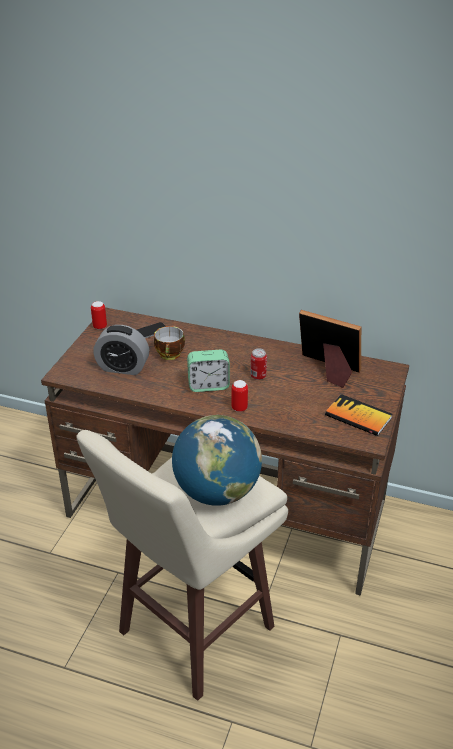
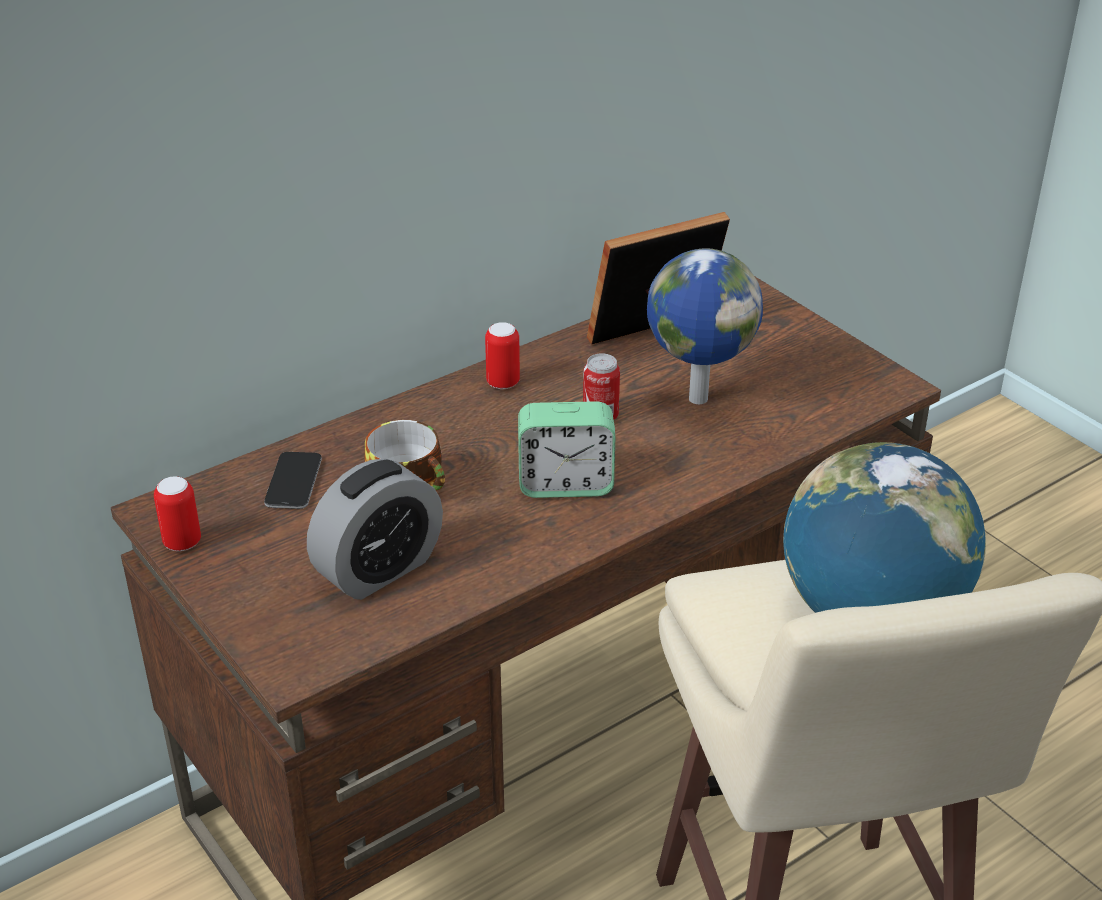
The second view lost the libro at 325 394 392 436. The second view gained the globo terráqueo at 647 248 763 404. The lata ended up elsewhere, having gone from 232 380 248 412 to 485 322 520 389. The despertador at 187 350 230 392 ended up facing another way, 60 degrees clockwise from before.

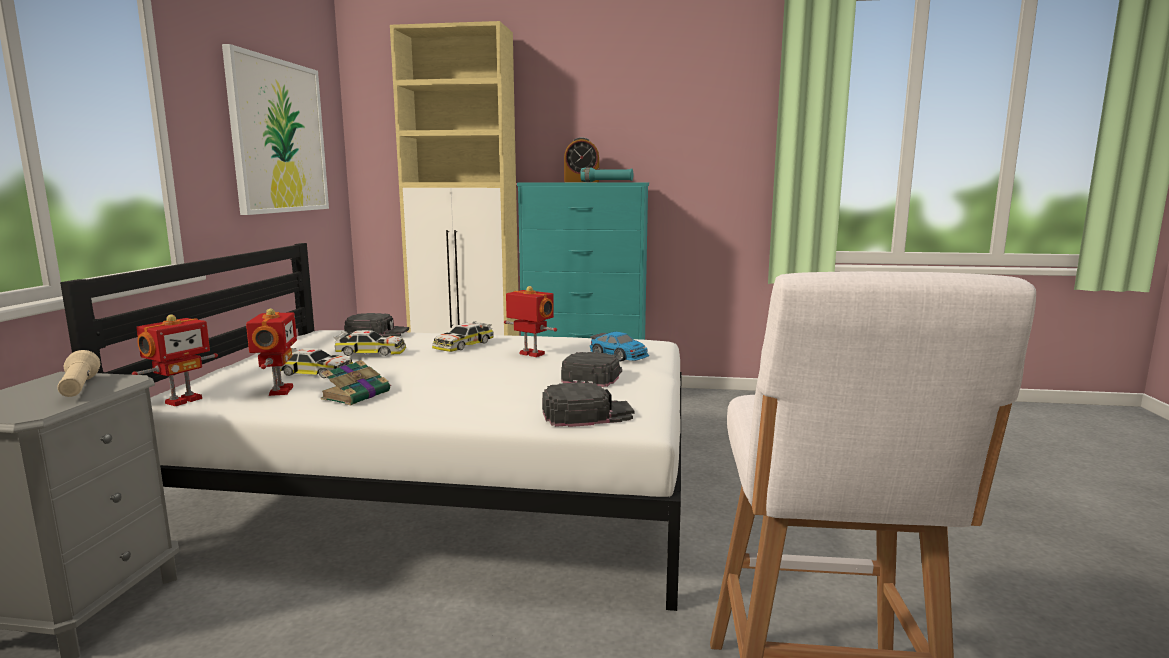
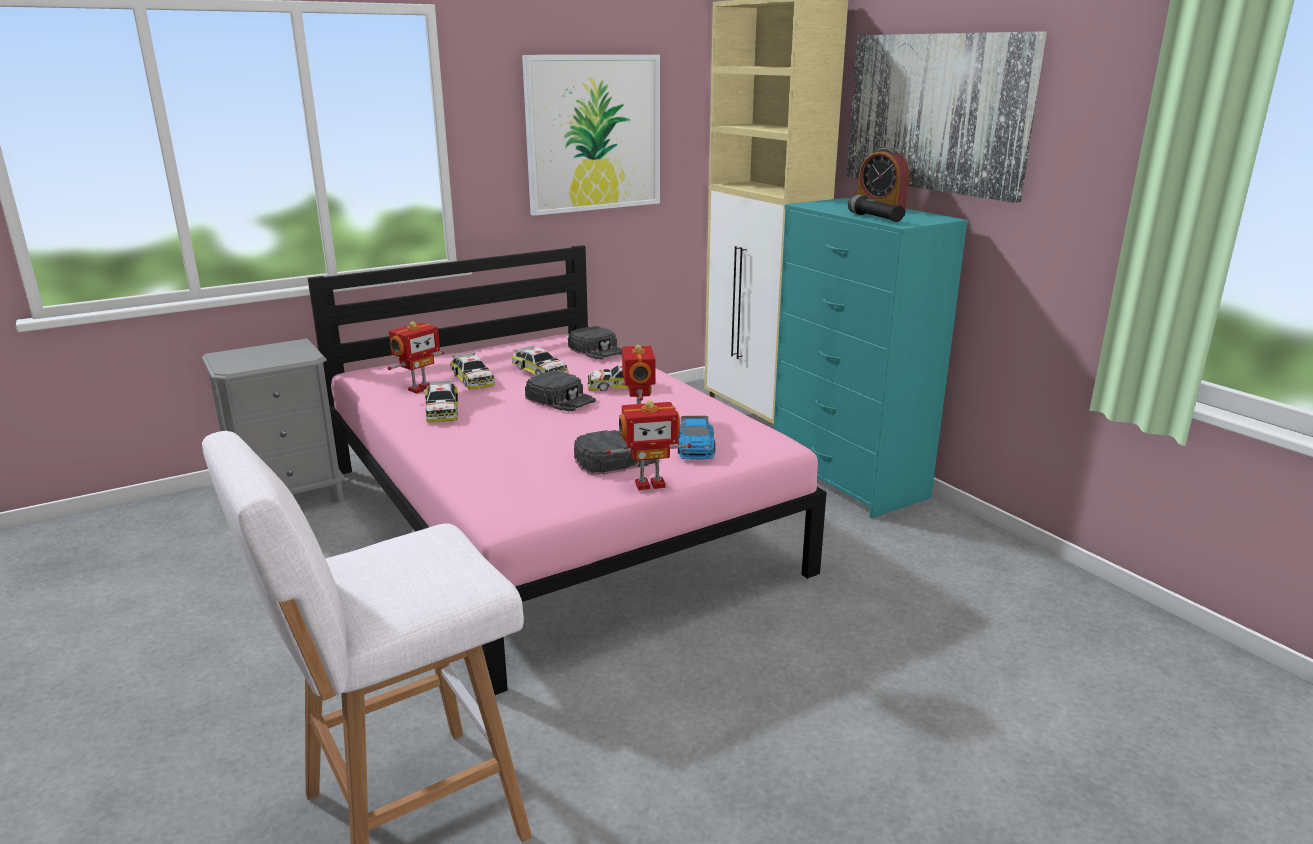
The second view lost the linterna (beis) at 57 350 100 397. The second view gained the cuadro at 847 31 1047 203. The robot de juguete ended up elsewhere, having gone from 132 314 218 406 to 607 400 692 490. The gorra (negro) ended up elsewhere, having gone from 542 382 634 427 to 525 371 596 412. Where the libro stood at 321 360 391 405, the coche de juguete came to stand at 425 380 458 422. What was the cama (blanco) at 60 243 681 611 turned into the cama (rosa) at 308 245 827 695. What was the linterna (turquesa) at 580 167 633 182 turned into the linterna (negro) at 848 195 905 222.

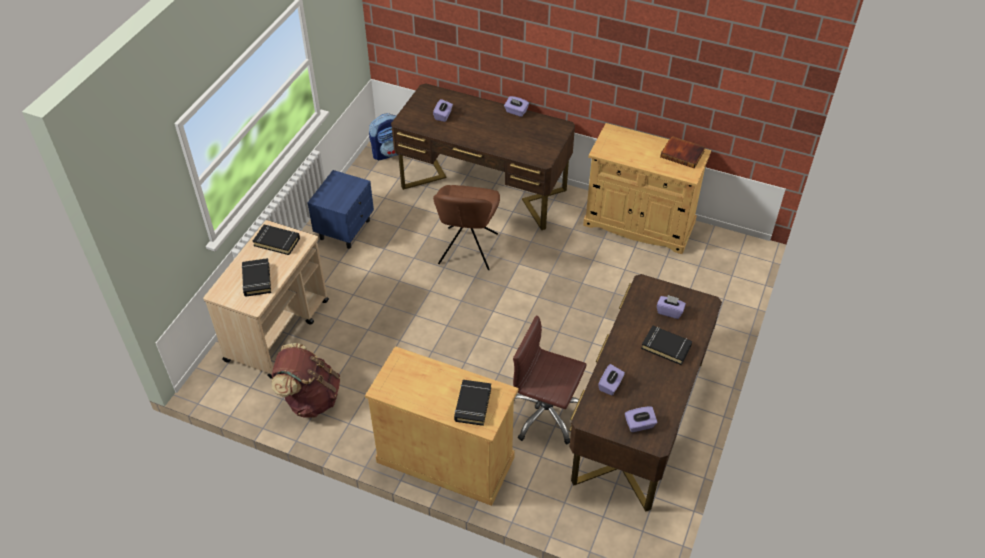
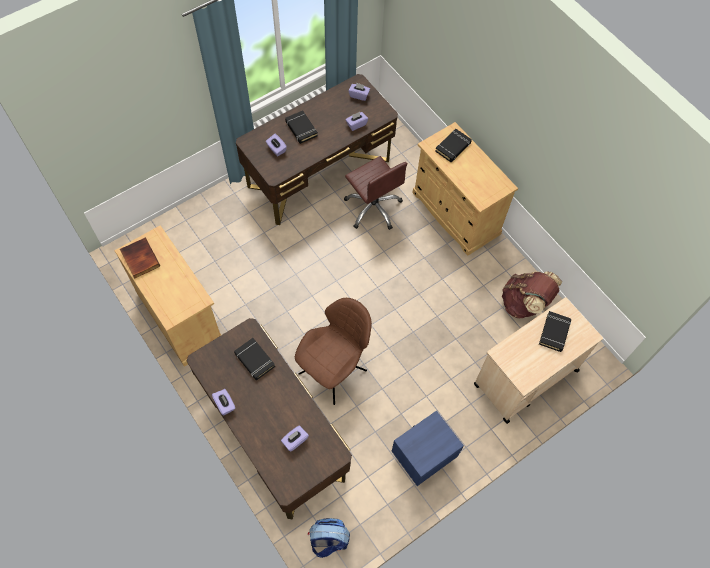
The libro (negro) ended up elsewhere, having gone from 253 225 300 255 to 234 338 275 380.

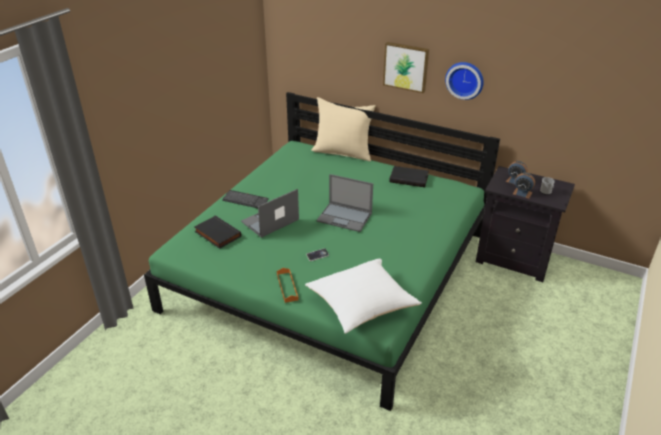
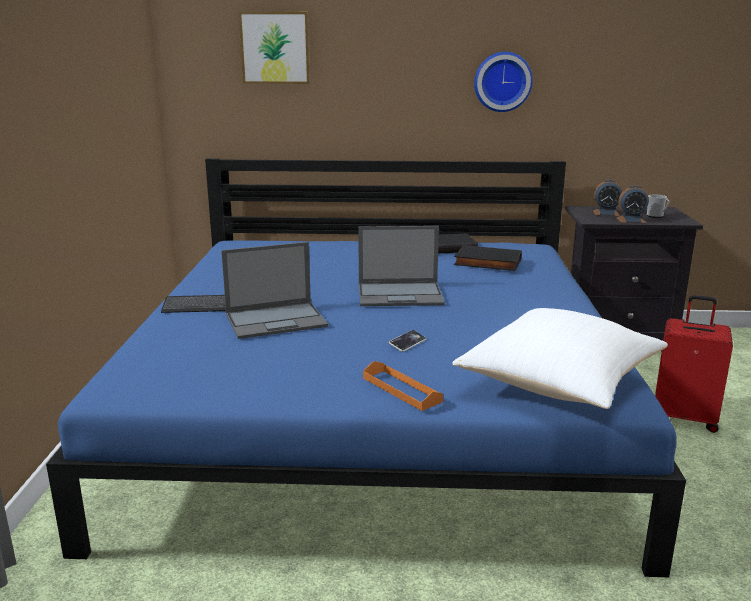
The second view lost the cojín (beis) at 311 97 376 161. The second view gained the maleta (rojo) at 655 295 733 433. The libro (negro) ended up elsewhere, having gone from 194 216 241 249 to 454 245 522 271. The cuadro ended up elsewhere, having gone from 383 42 429 93 to 239 12 311 84. What was the cama (verde) at 144 92 500 411 turned into the cama (azul) at 46 159 686 577. The portátil at 241 189 299 238 ended up facing another way, 135 degrees counterclockwise from before.

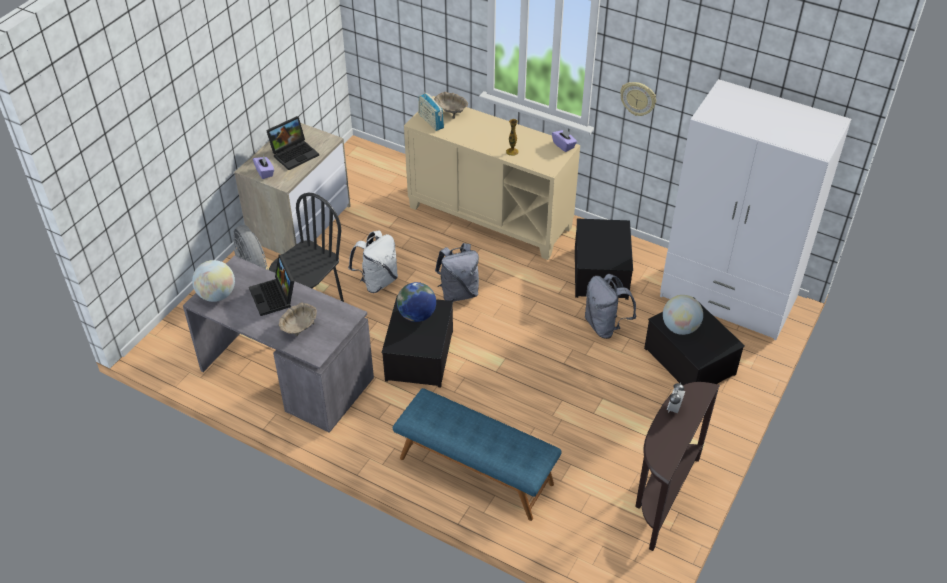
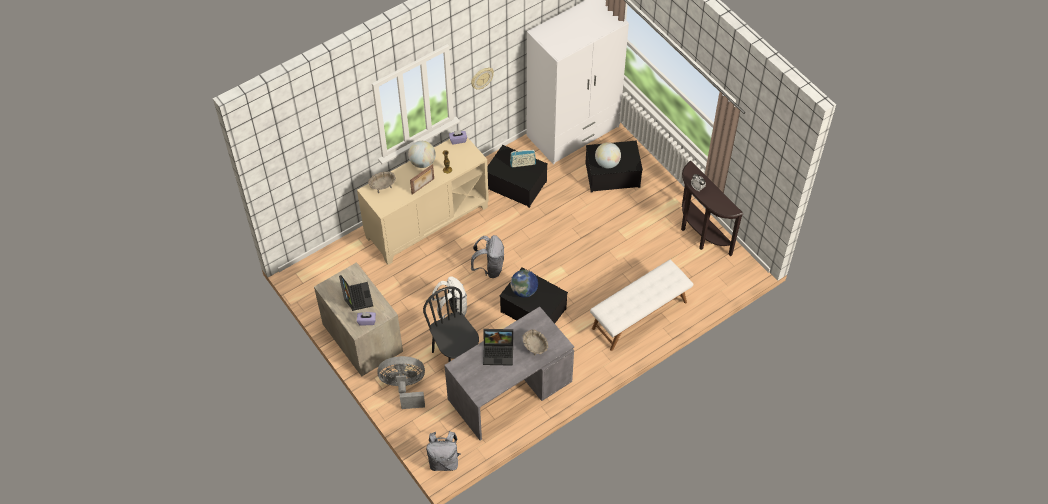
The second view gained the portarretratos at 410 164 434 194. The globo terráqueo ended up elsewhere, having gone from 192 260 235 302 to 408 141 436 168. The radio ended up elsewhere, having gone from 418 92 444 131 to 510 150 536 167. The mochila (gris) ended up elsewhere, having gone from 585 274 637 339 to 426 431 460 471. What was the banco (azul) at 393 388 561 521 turned into the banco (blanco) at 590 260 693 351.

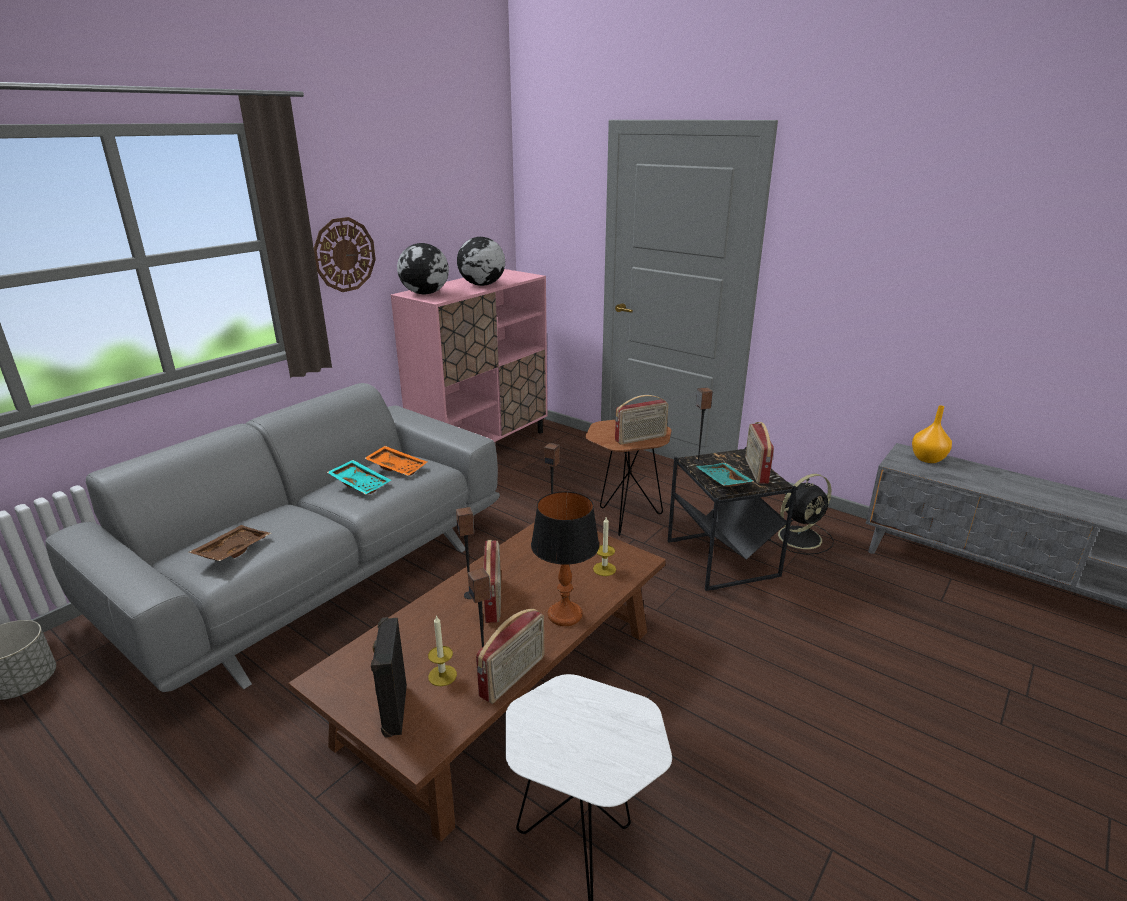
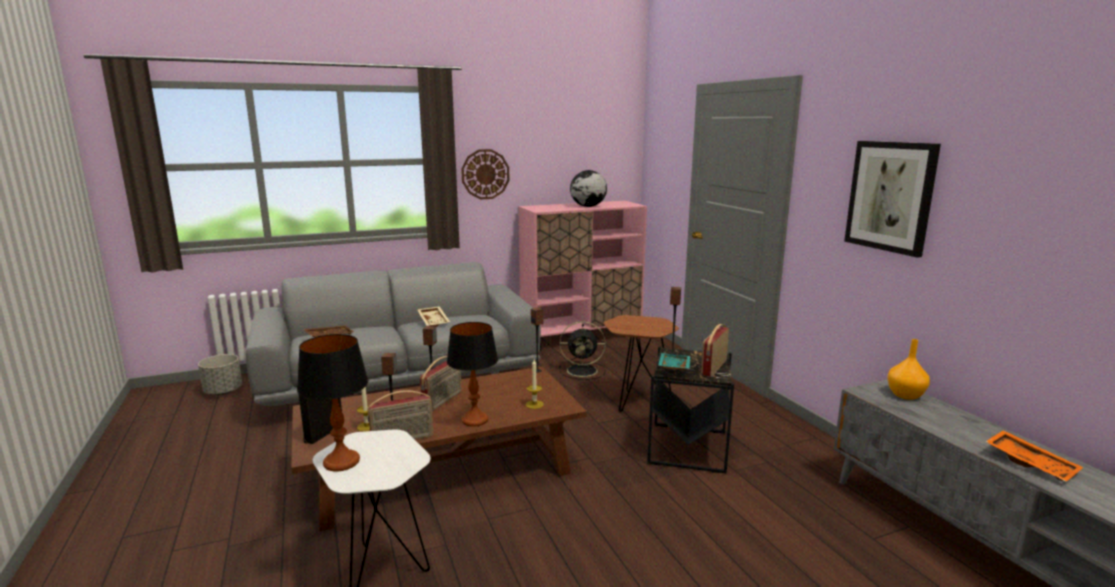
The second view lost the globo terráqueo at 397 243 449 294. The second view lost the radio at 615 395 668 445. The second view gained the lámpara de mesa at 297 334 368 472. The second view gained the cuadro at 844 141 941 258. The bandeja (naranja) ended up elsewhere, having gone from 364 446 427 476 to 985 430 1083 482. The ventilador (negro) ended up elsewhere, having gone from 768 474 834 555 to 559 321 606 380. What was the bandeja (turquesa) at 327 460 391 495 turned into the bandeja (beis) at 417 306 450 327.

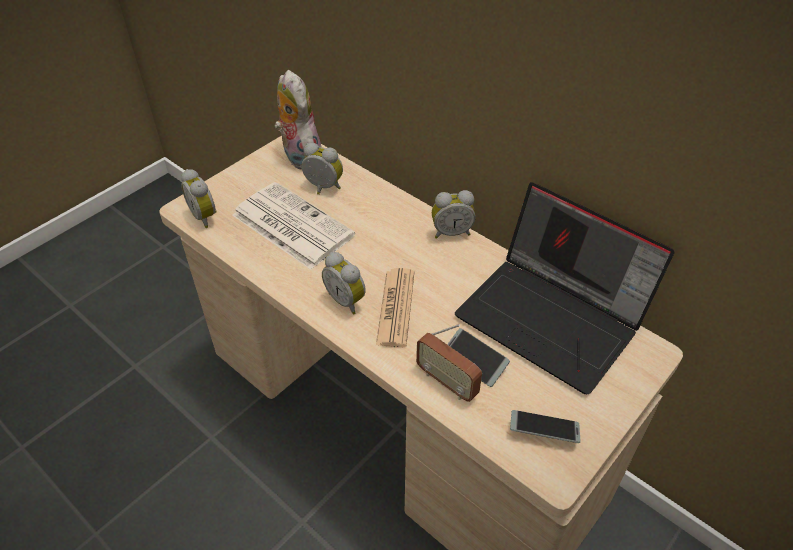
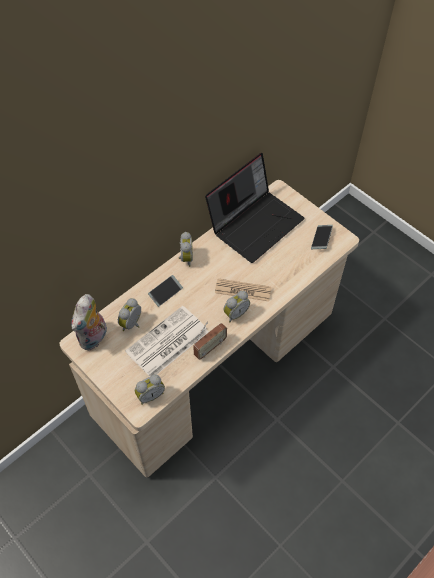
The radio ended up elsewhere, having gone from 416 324 482 402 to 193 321 227 360. The móvil ended up elsewhere, having gone from 447 328 510 387 to 148 275 183 307. The peluche at 274 70 322 170 ended up facing another way, 45 degrees counterclockwise from before.

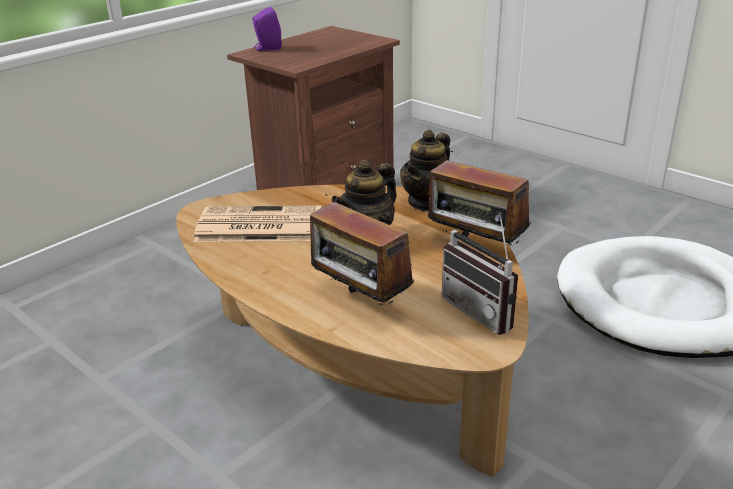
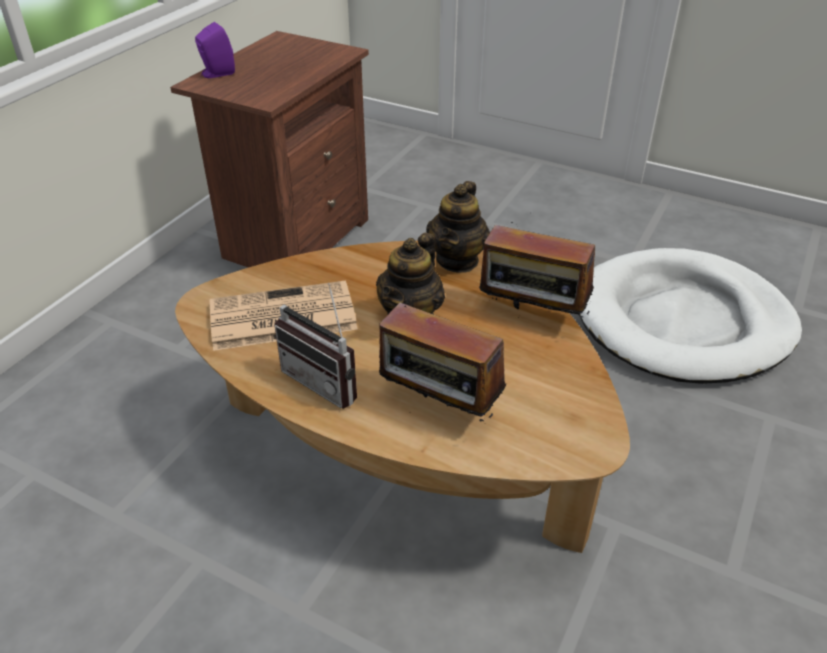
The radio ended up elsewhere, having gone from 442 213 518 335 to 275 283 357 409.

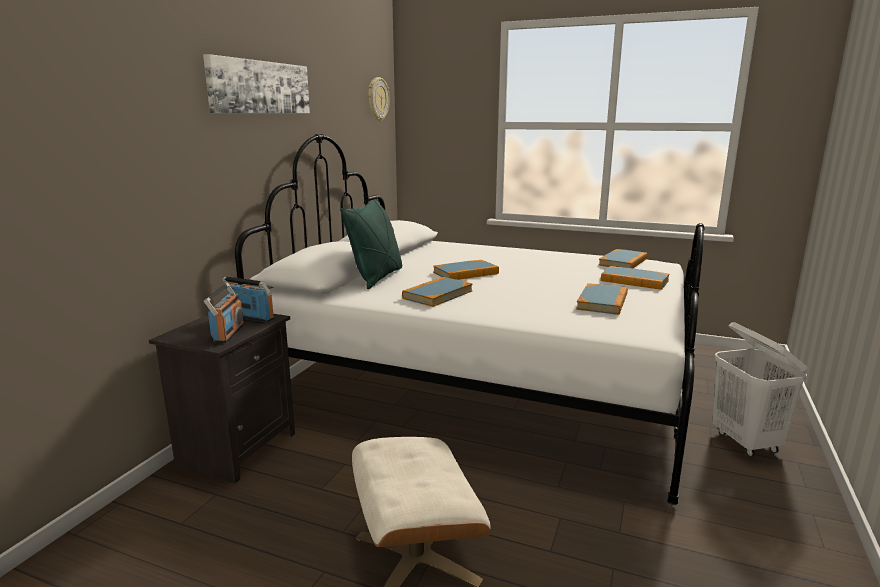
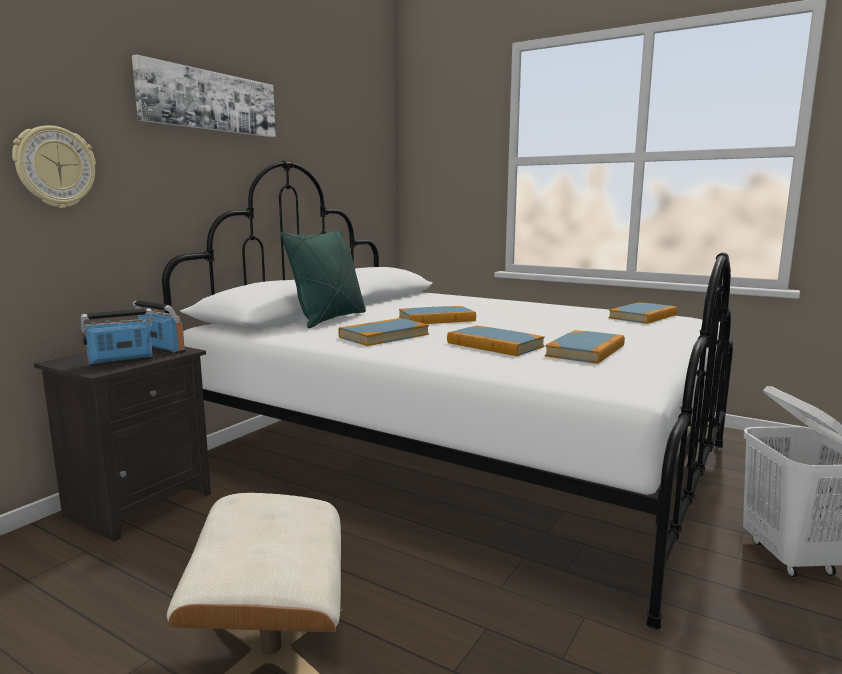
The reloj de pared ended up elsewhere, having gone from 368 77 390 121 to 12 125 96 208. The libro ended up elsewhere, having gone from 601 266 670 290 to 447 326 545 356. The radio at 204 283 244 343 ended up facing another way, 135 degrees counterclockwise from before.

